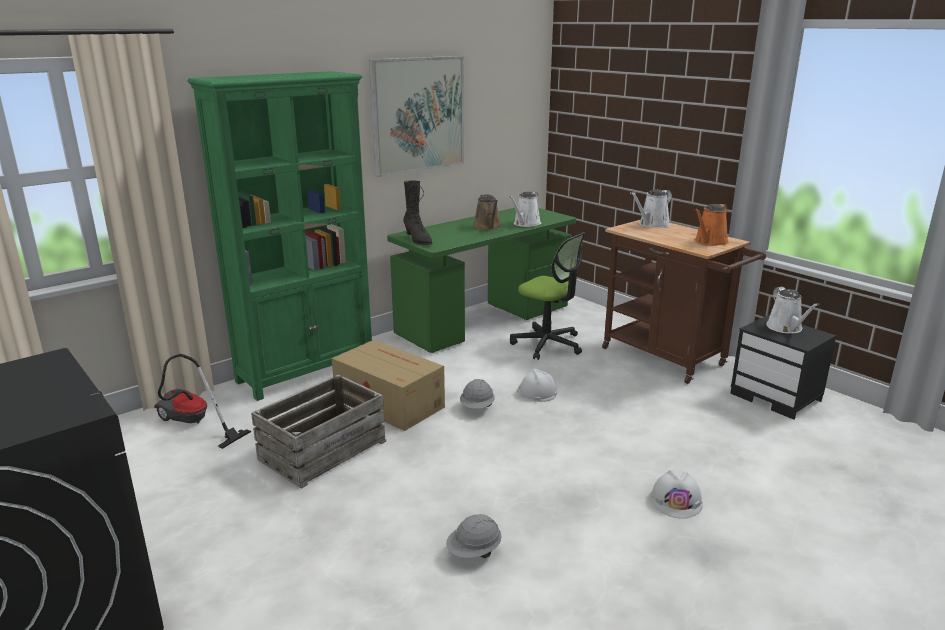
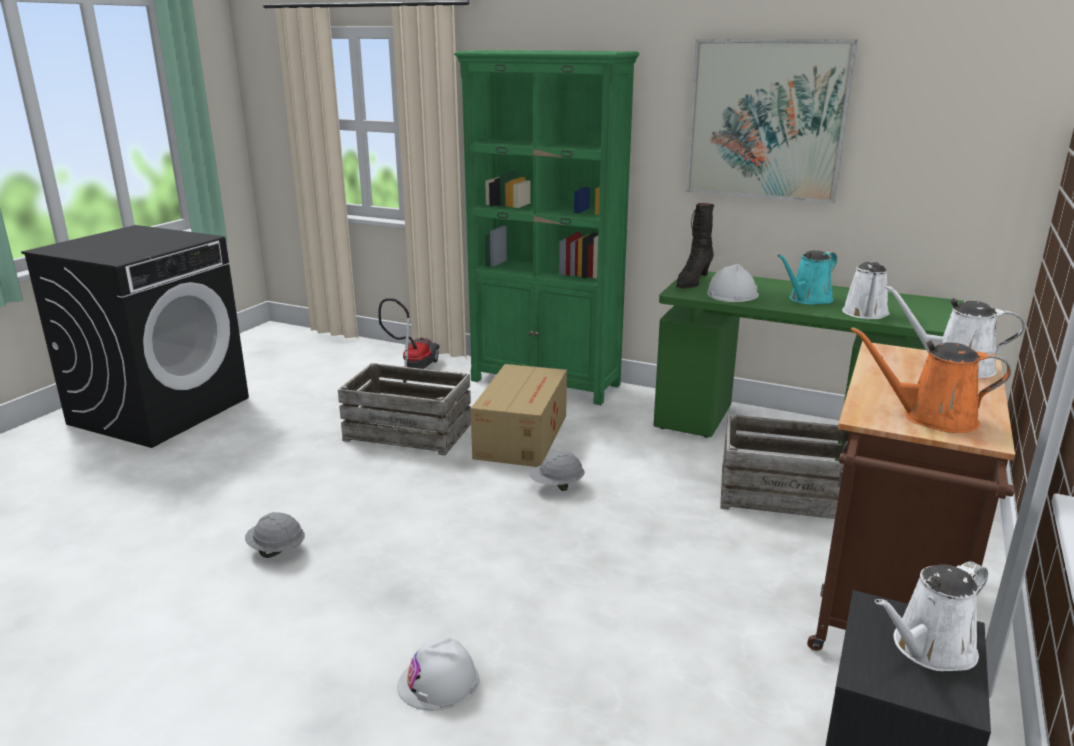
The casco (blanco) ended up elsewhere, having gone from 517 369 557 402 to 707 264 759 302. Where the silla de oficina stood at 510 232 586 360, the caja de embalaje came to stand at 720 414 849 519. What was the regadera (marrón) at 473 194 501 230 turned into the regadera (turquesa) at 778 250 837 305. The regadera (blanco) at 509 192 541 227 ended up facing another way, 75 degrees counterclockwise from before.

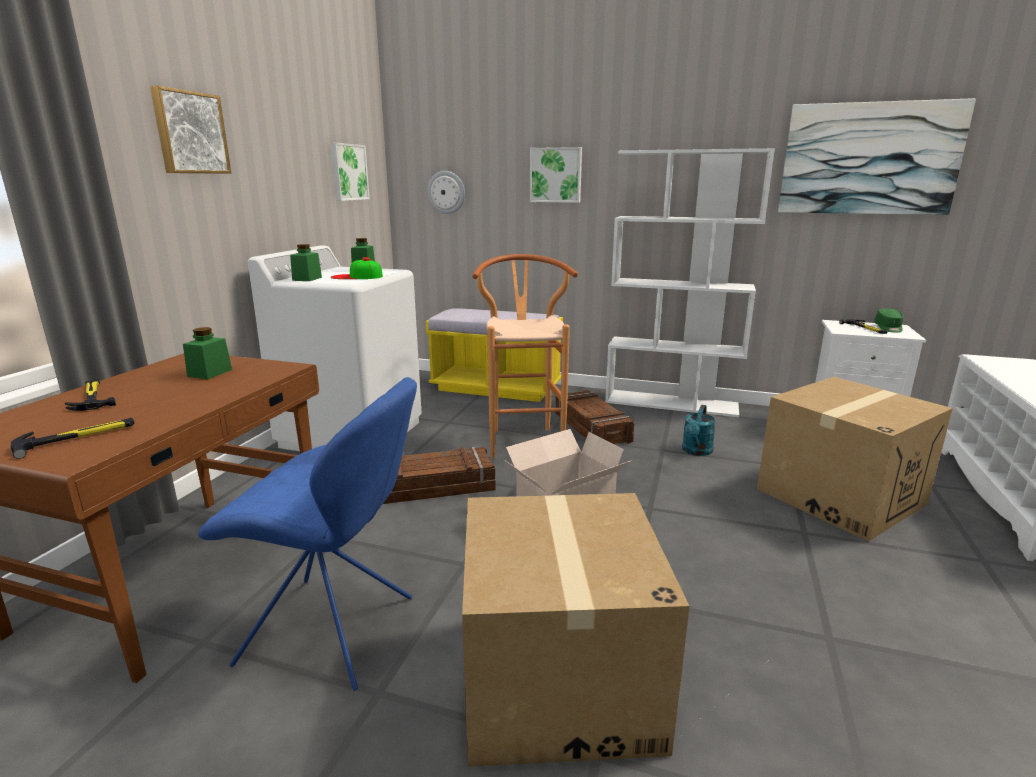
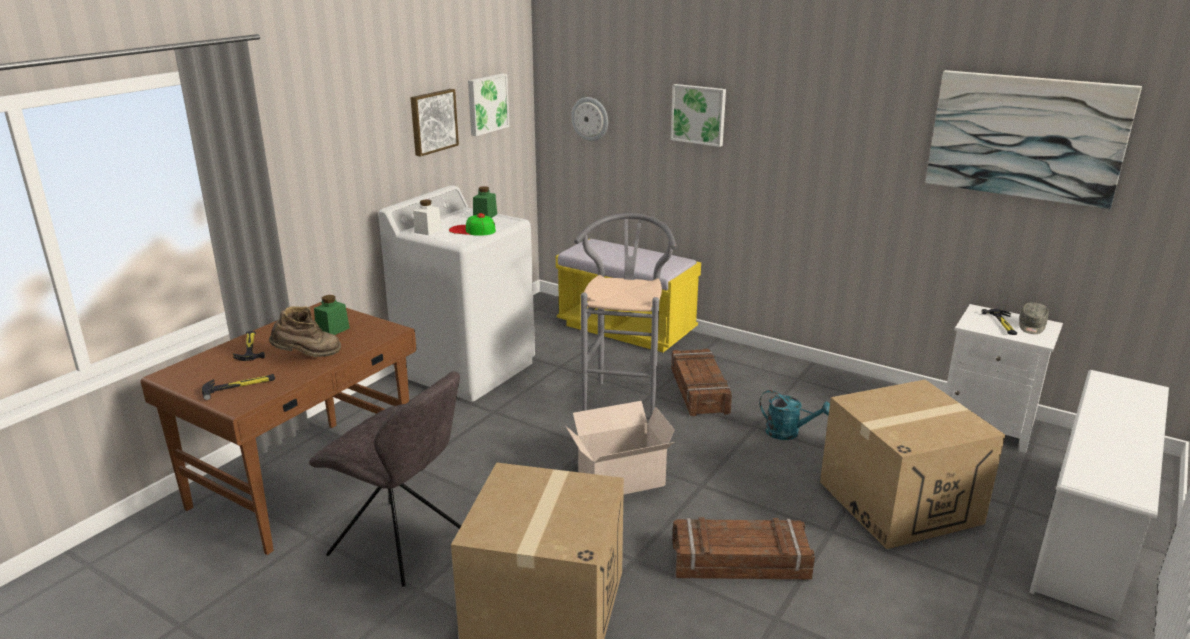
The second view lost the estantería (blanco) at 605 148 775 417. The second view gained the bota (marrón) at 269 306 341 357. The cuadro ended up elsewhere, having gone from 150 86 231 174 to 410 89 459 157. The caja de embalaje ended up elsewhere, having gone from 383 447 496 504 to 672 517 815 579. What was the silla (azul) at 198 377 417 691 turned into the silla (gris) at 309 371 461 587. What was the tarro (verde) at 290 244 322 281 turned into the tarro (blanco) at 414 200 442 235. What was the taburete (marrón) at 472 254 578 458 turned into the taburete (gris) at 574 213 677 417. What was the gorra (verde) at 874 308 903 333 turned into the gorra (gris) at 1019 302 1049 334. The regadera (turquesa) at 682 405 716 456 ended up facing another way, 105 degrees counterclockwise from before.

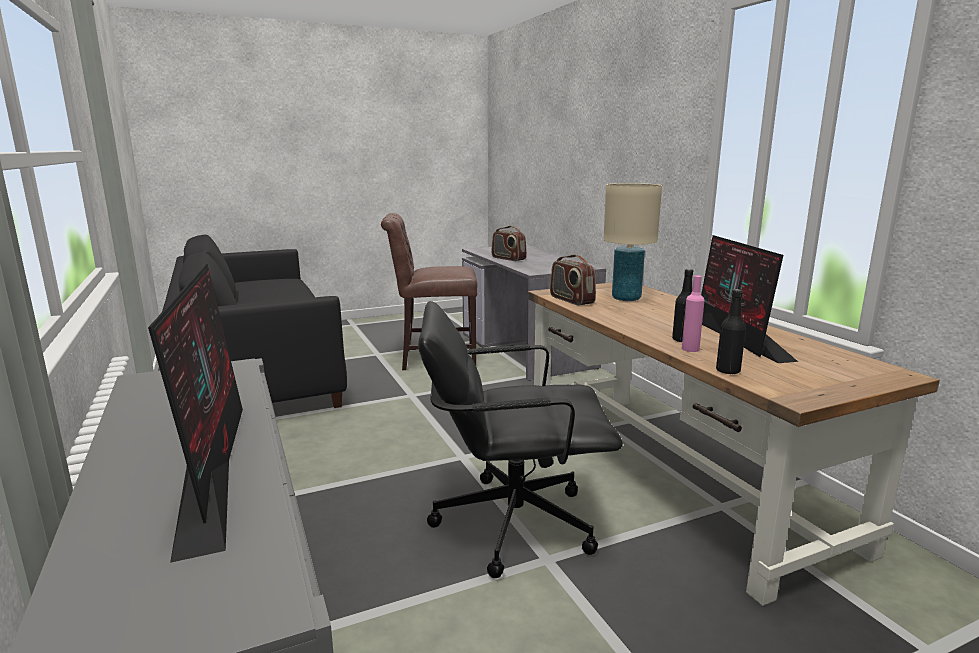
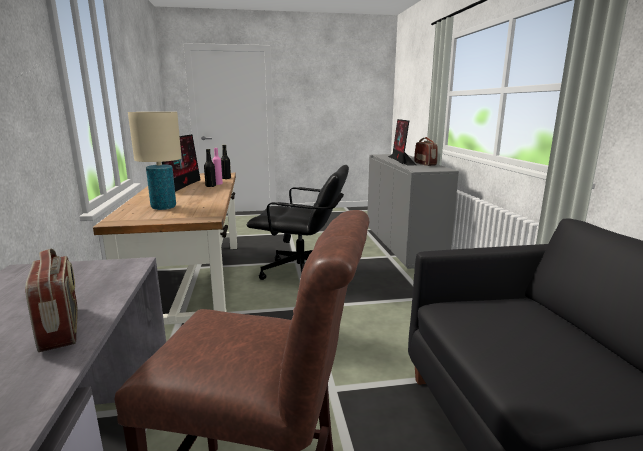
The radio ended up elsewhere, having gone from 550 254 596 305 to 414 137 438 166.

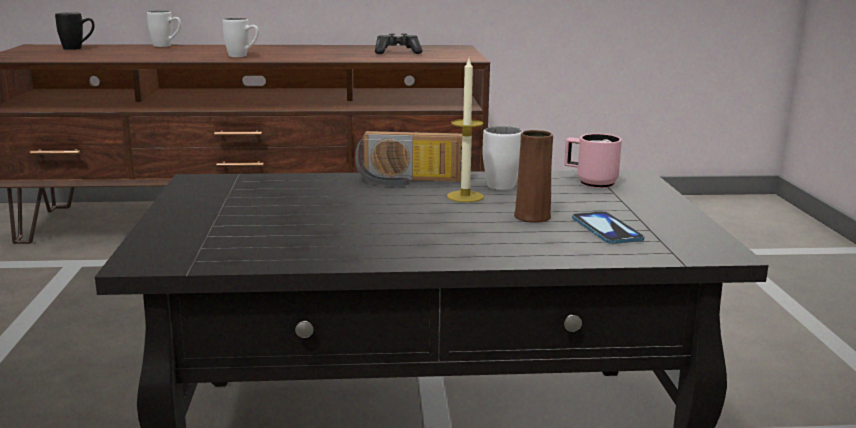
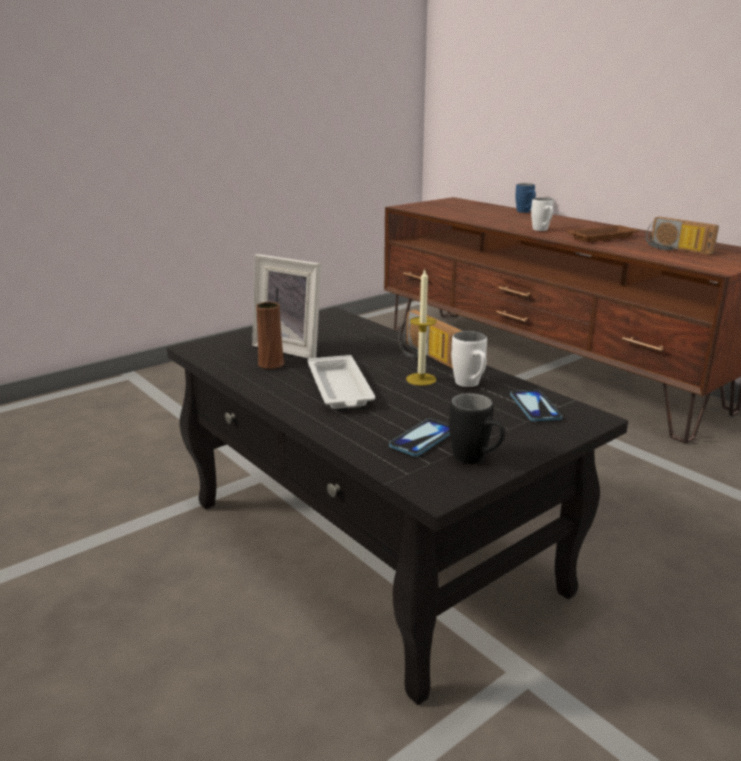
The second view gained the portarretratos at 252 254 322 359. The second view gained the bandeja (blanco) at 308 355 375 409. The second view gained the bandeja (marrón) at 567 225 639 242. The taza grande (negro) ended up elsewhere, having gone from 55 12 95 50 to 449 393 505 464. The florero (marrón) ended up elsewhere, having gone from 514 130 553 223 to 256 302 285 369. Where the mando de consola stood at 375 33 423 54, the radio came to stand at 646 217 719 255. Where the taza grande (rosa) stood at 564 134 622 188, the móvil came to stand at 510 389 562 422. What was the taza grande (blanco) at 147 11 181 47 turned into the taza grande (azul) at 515 183 536 213.

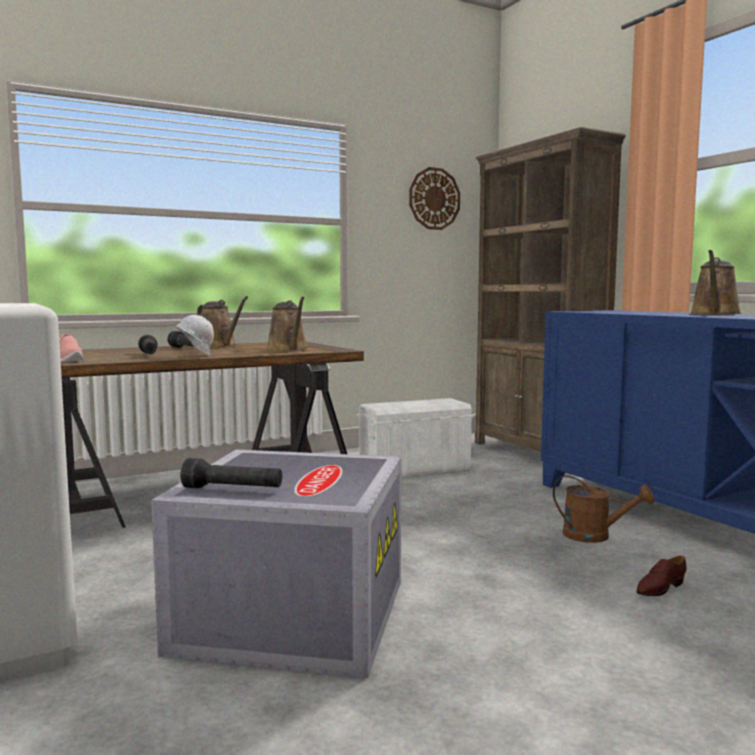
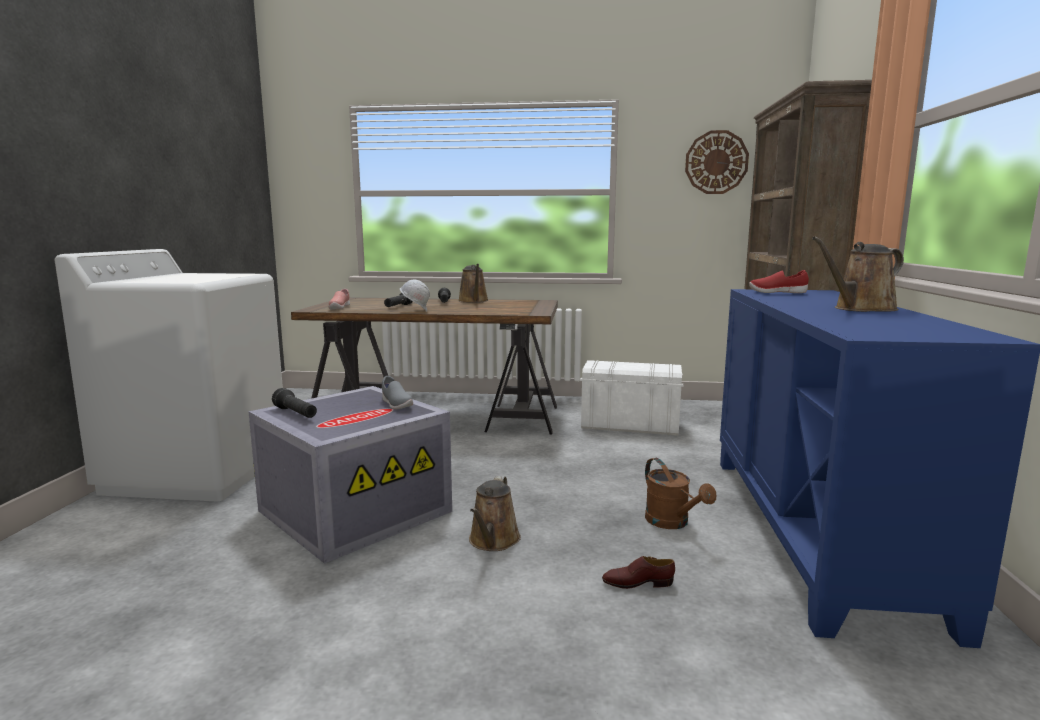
The second view gained the zapato (gris) at 382 376 413 409. The second view gained the zapato (rojo) at 749 270 809 293. The regadera (marrón) ended up elsewhere, having gone from 267 297 307 351 to 469 476 521 551.

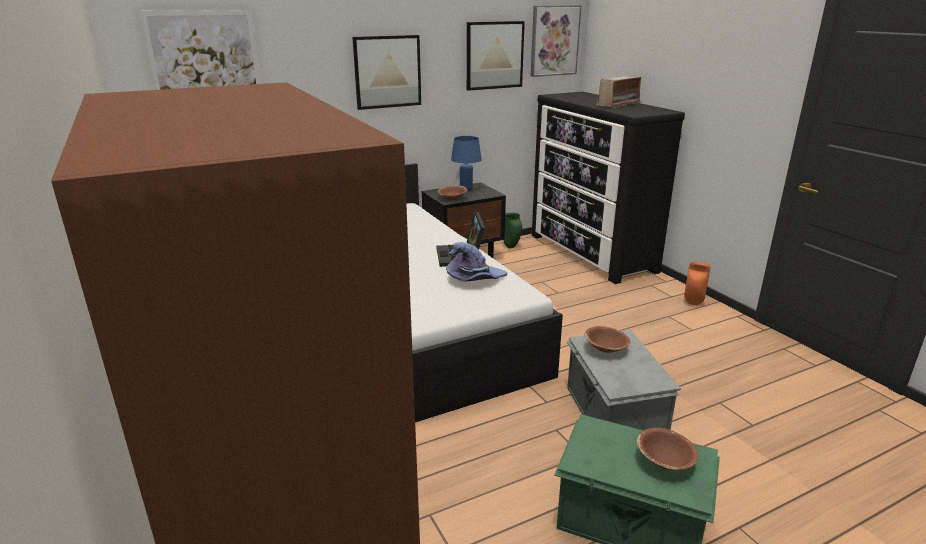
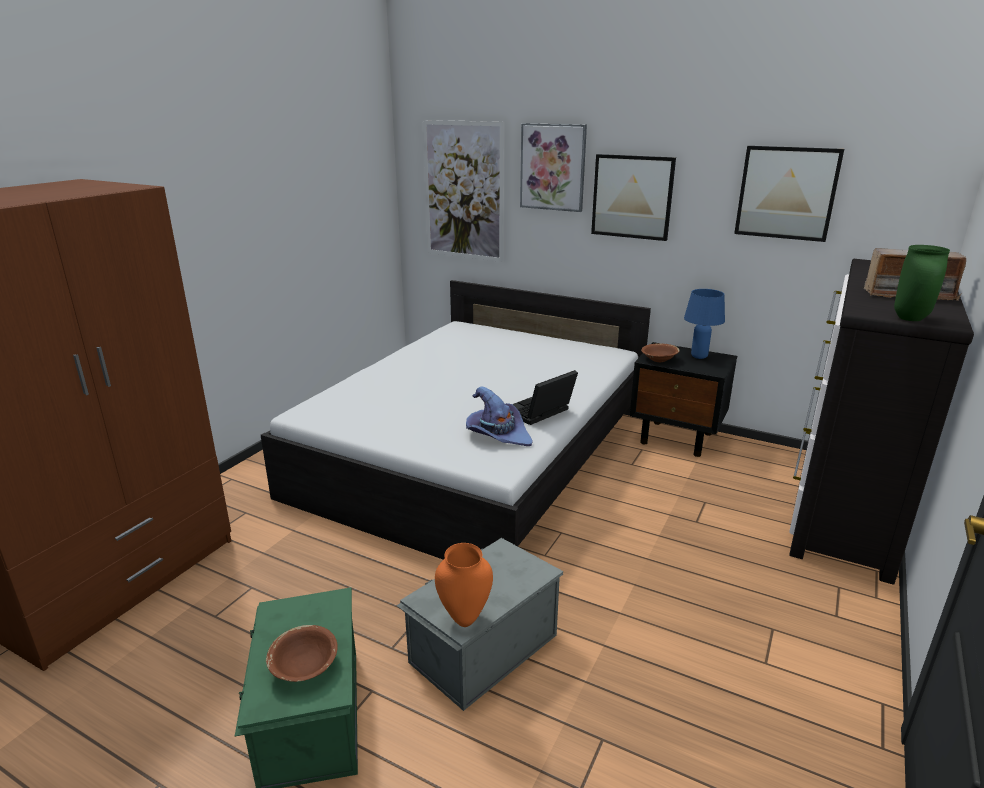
The second view lost the cuenco (marrón) at 585 326 630 353. The florero (verde) ended up elsewhere, having gone from 504 213 522 248 to 894 245 950 321. The cuadro ended up elsewhere, having gone from 531 5 582 77 to 520 123 587 212. The florero (naranja) ended up elsewhere, having gone from 684 262 711 305 to 435 543 493 627.

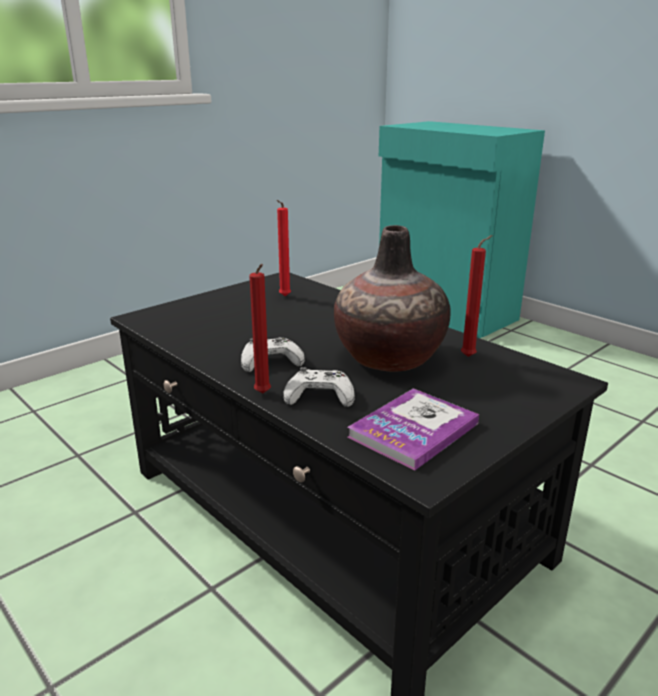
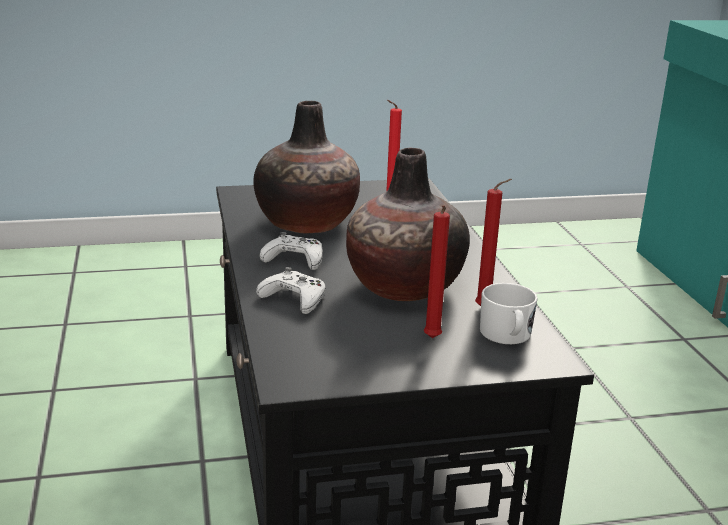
The second view lost the libro at 347 388 479 471. The second view gained the florero at 253 101 360 233. The second view gained the taza grande (blanco) at 480 283 538 344. The vela (rojo) ended up elsewhere, having gone from 249 264 271 394 to 424 205 450 338.

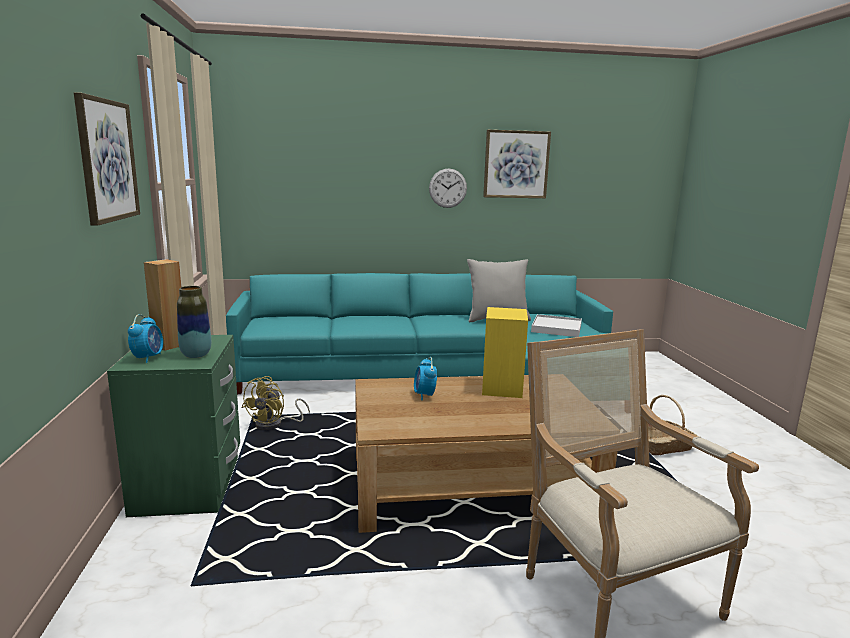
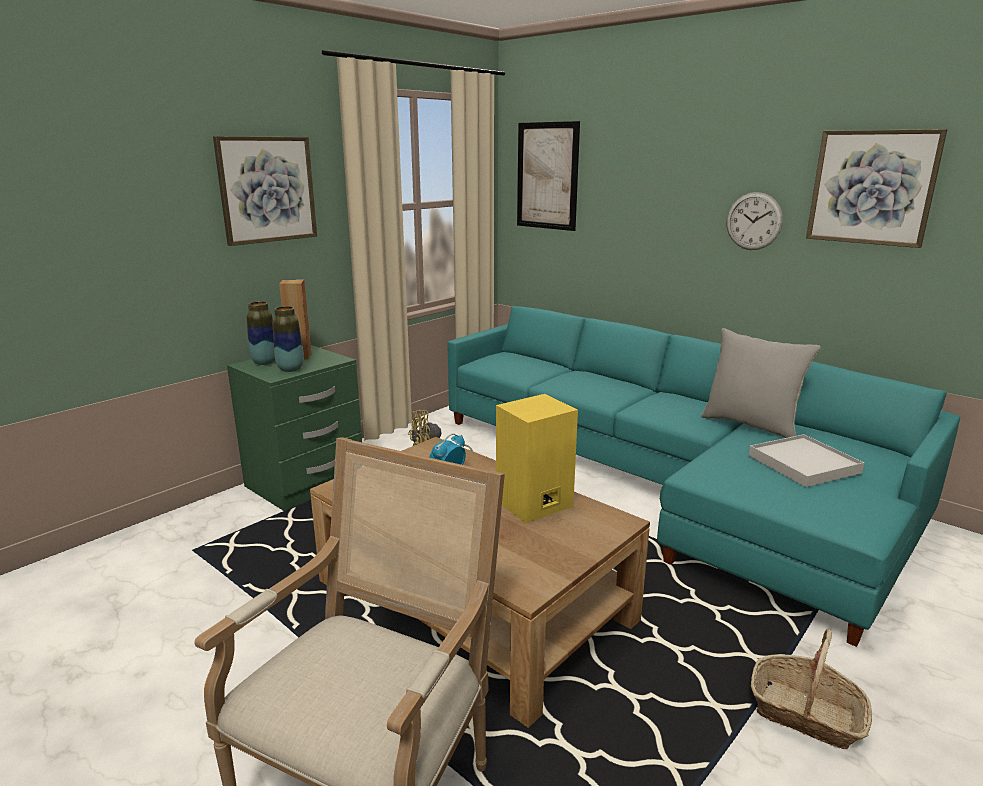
The second view gained the cuadro at 517 121 580 231. Where the despertador stood at 128 314 163 363, the florero came to stand at 247 301 275 365.

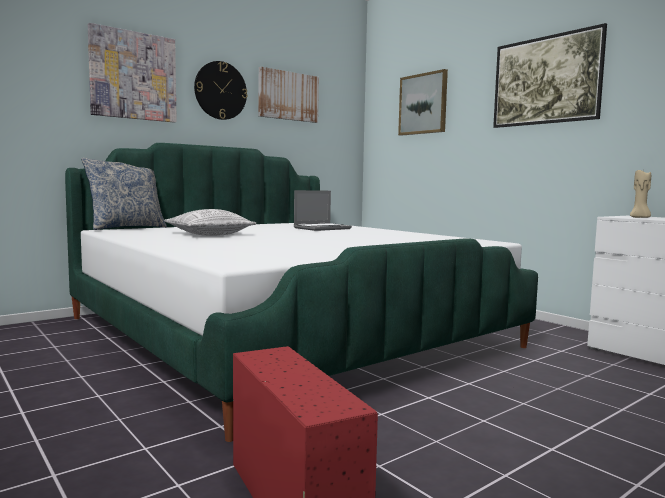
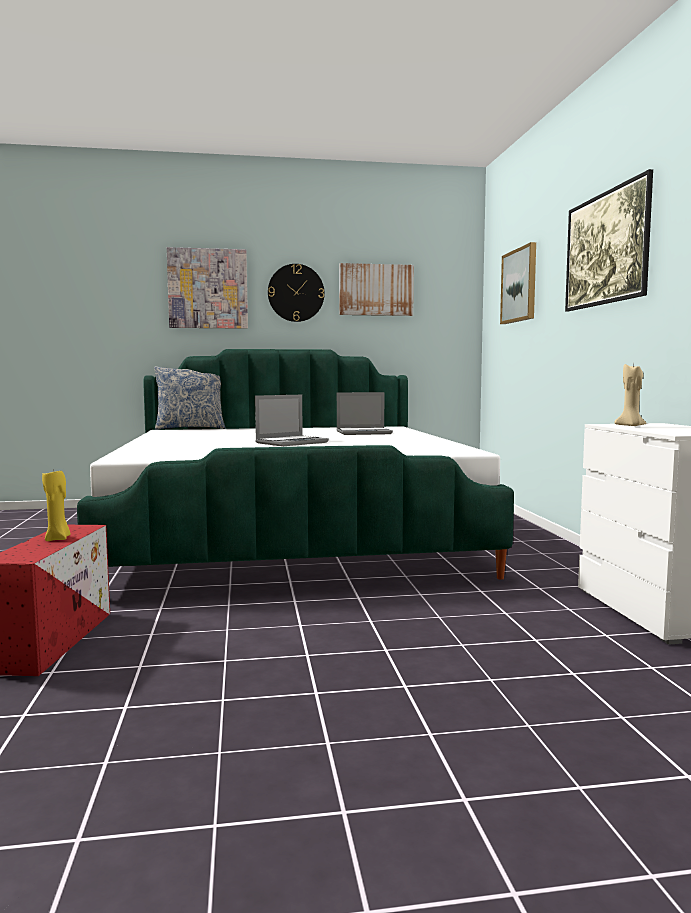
The second view lost the cojín at 164 209 256 236. The second view gained the vela (amarillo) at 42 468 71 541. The second view gained the portátil at 255 395 329 447.

